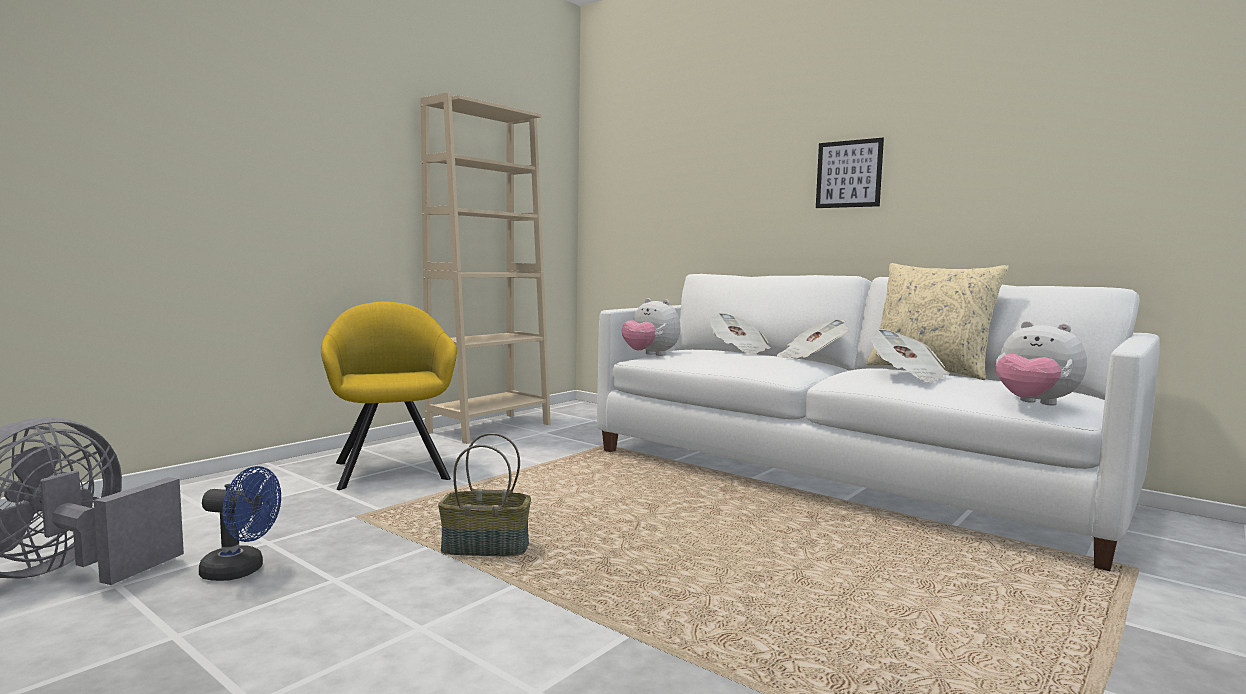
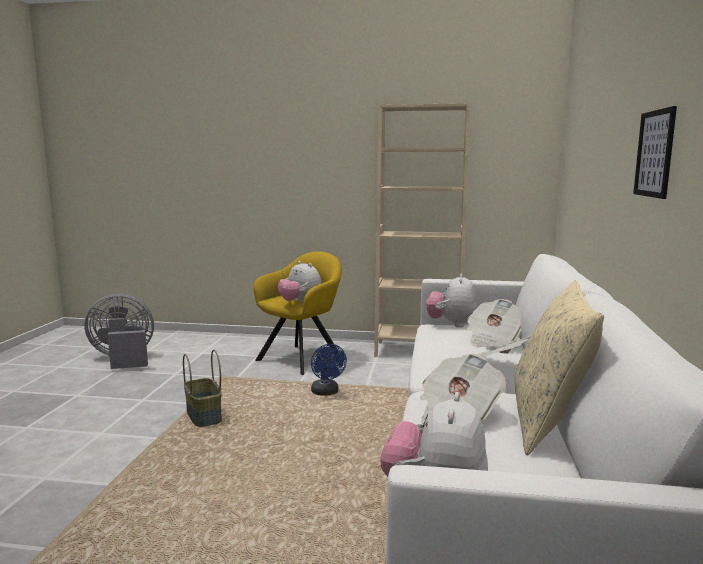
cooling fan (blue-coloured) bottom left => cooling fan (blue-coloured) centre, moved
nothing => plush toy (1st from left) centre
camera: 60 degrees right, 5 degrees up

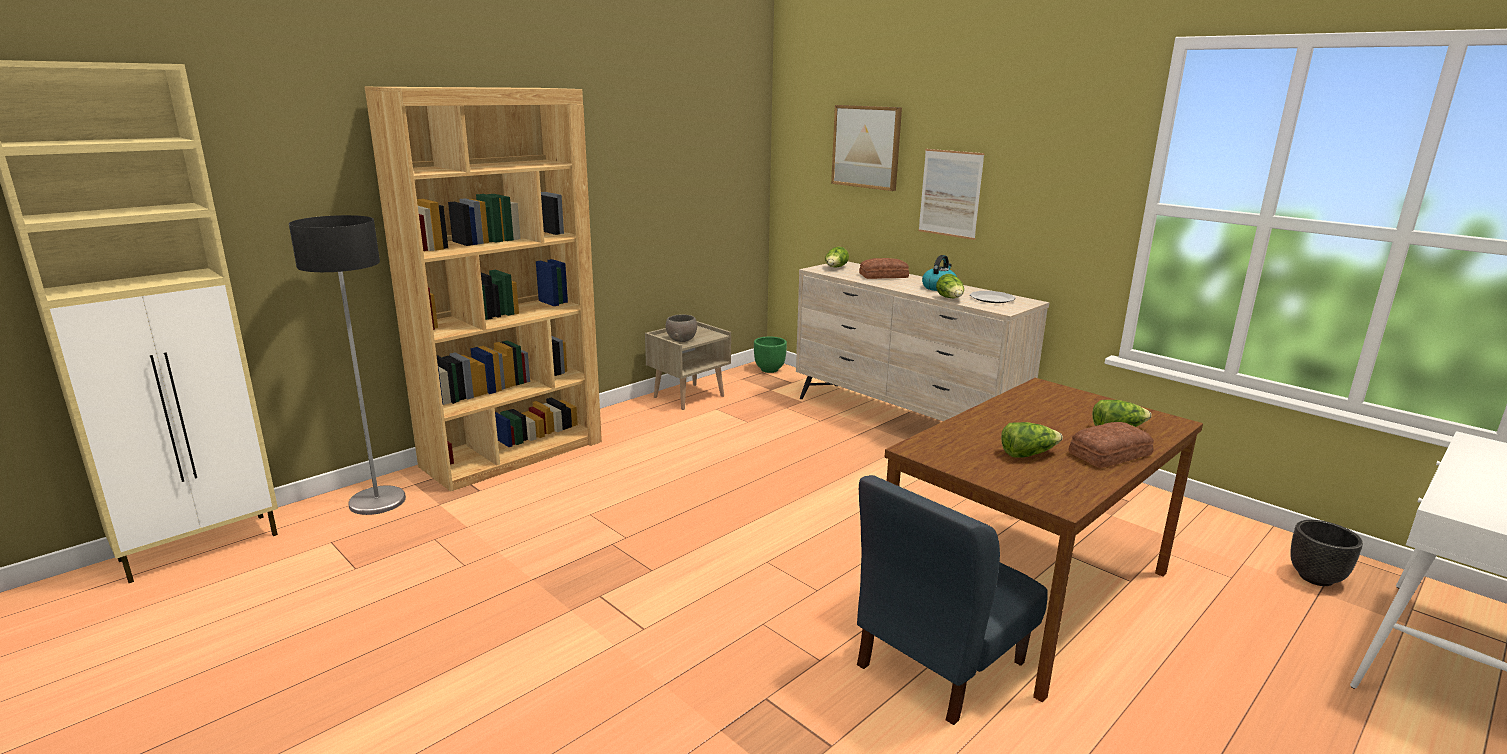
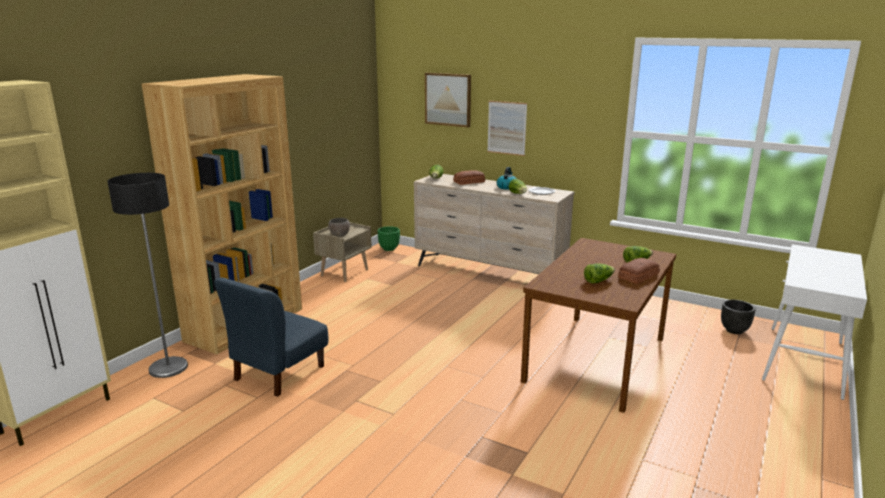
plain chair (blue-coloured) bottom centre => plain chair (blue-coloured) bottom left, moved
camera: 15 degrees left, 0 degrees up

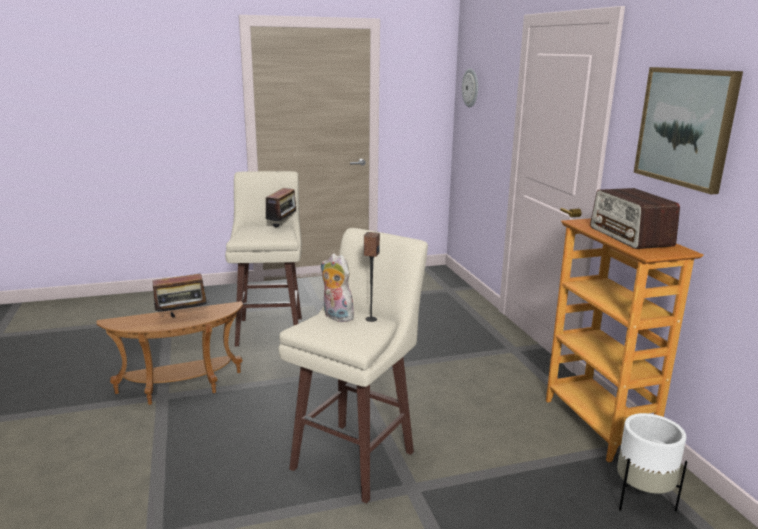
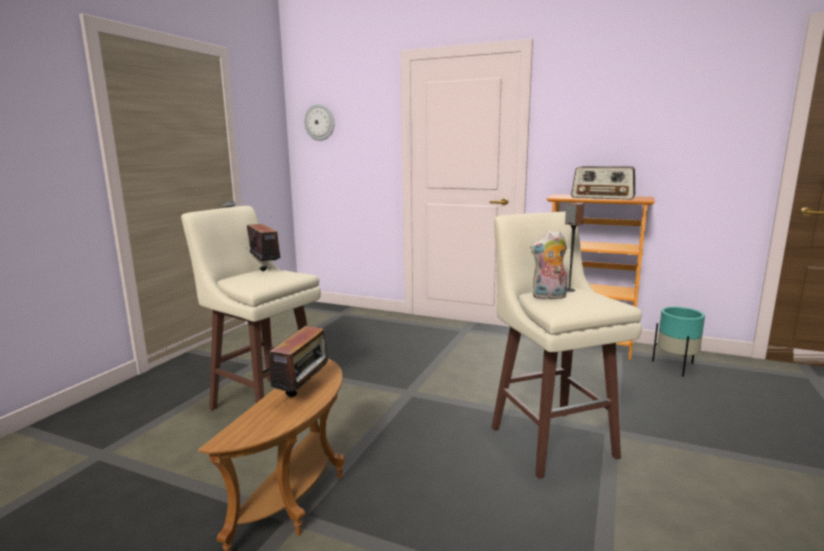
wall art top right => nothing
plant pot (white) bottom right => plant pot (turquoise) middle right
camera: 50 degrees left, 5 degrees down

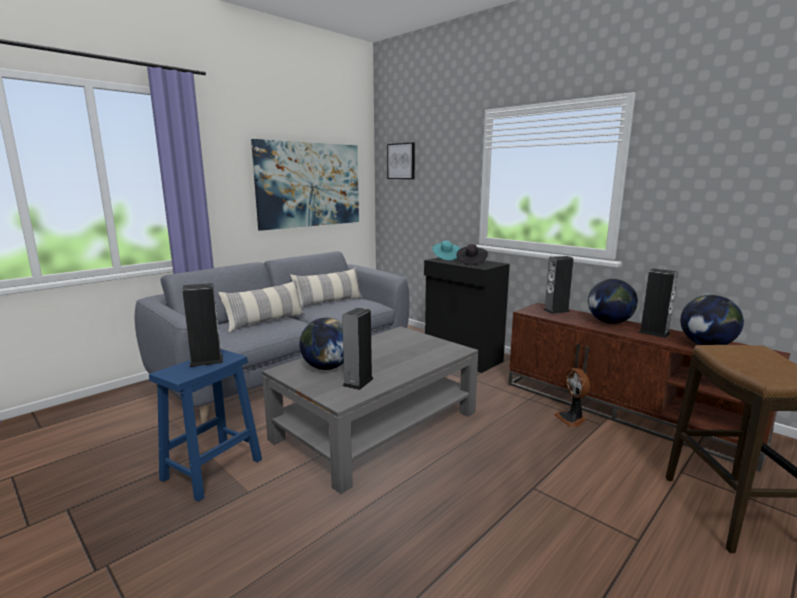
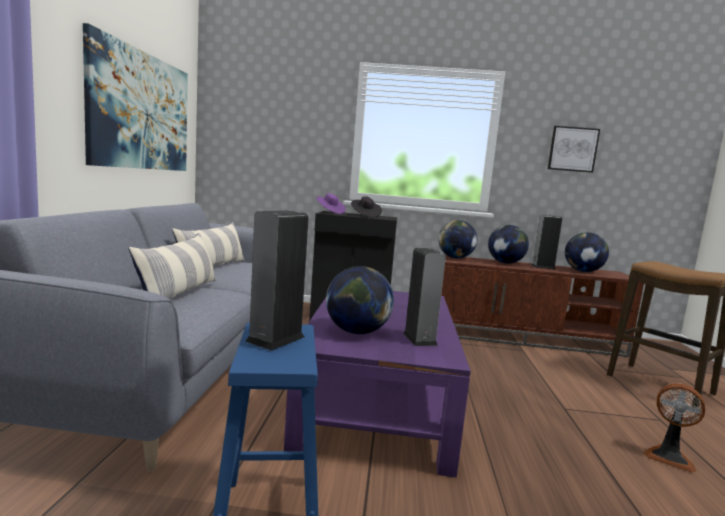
wall art (2nd from left) top centre => wall art (2nd from left) top right, moved
wearable hat (turquoise) centre => wearable hat (purple-coloured) centre
loudspeaker (3rd from left) middle right => globe (2nd from left) centre
low table (gray) bottom centre => low table (purple-coloured) bottom centre
cooling fan middle right => cooling fan bottom right, moved
camera: 40 degrees left, 5 degrees down

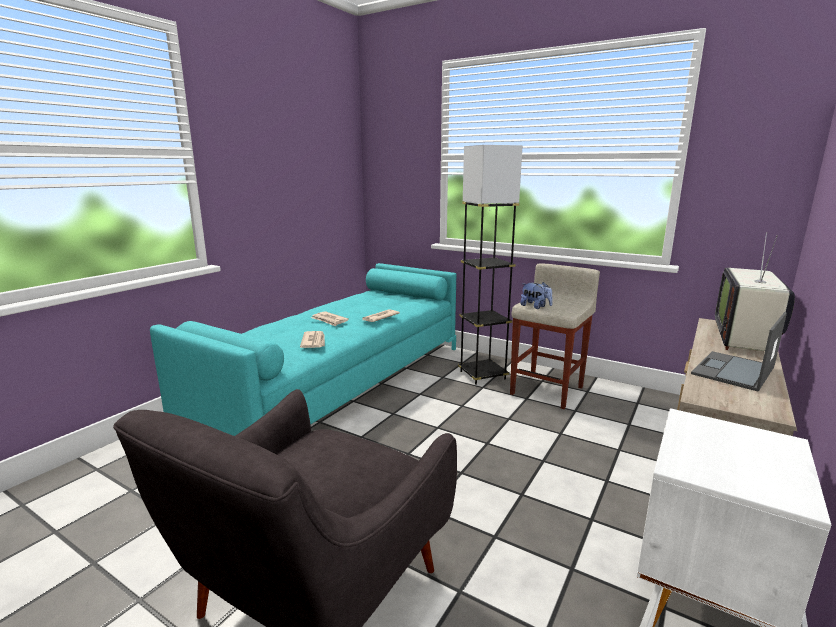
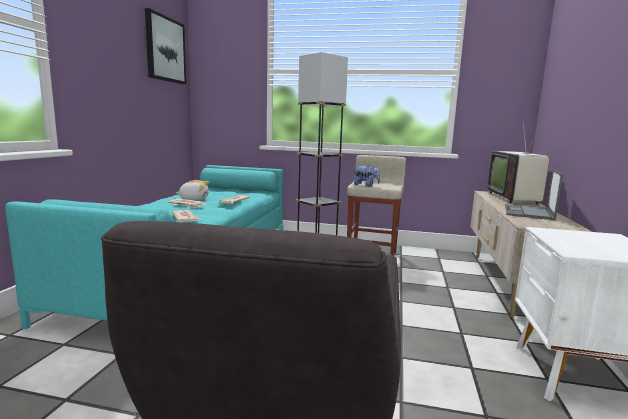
nothing => wall art top left
nothing => plush toy (1st from left) middle left
camera: 20 degrees left, 5 degrees down

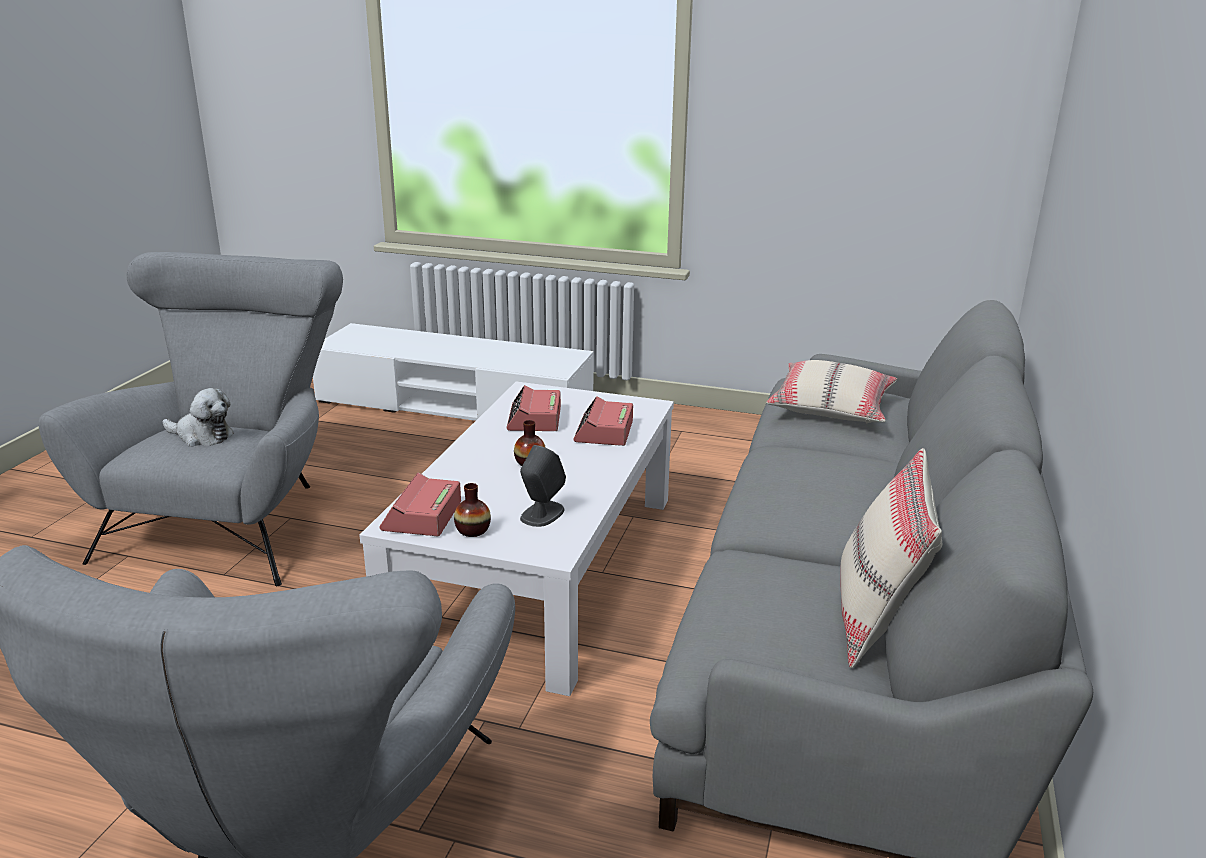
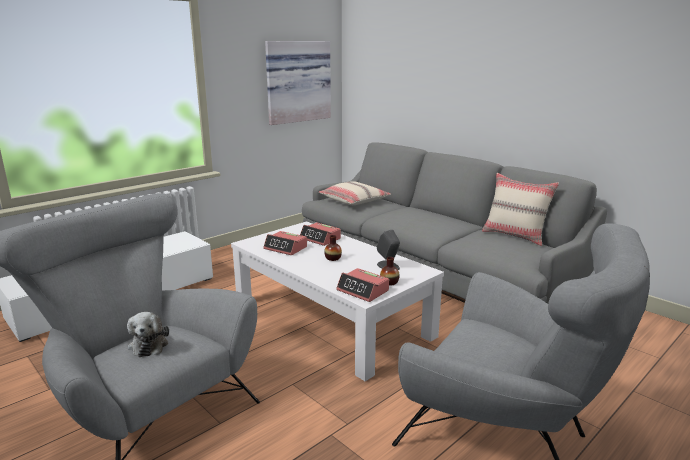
plush toy middle left => plush toy bottom left, 120 degrees clockwise
nothing => wall art top centre
camera: 60 degrees left, 5 degrees down

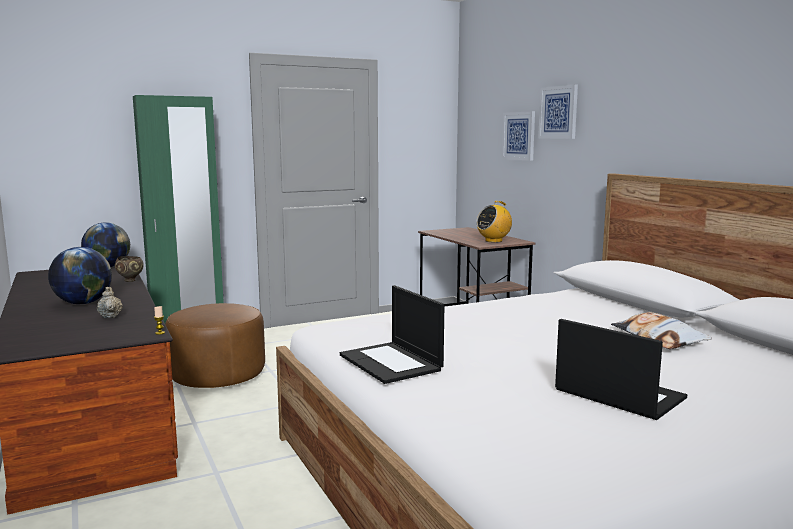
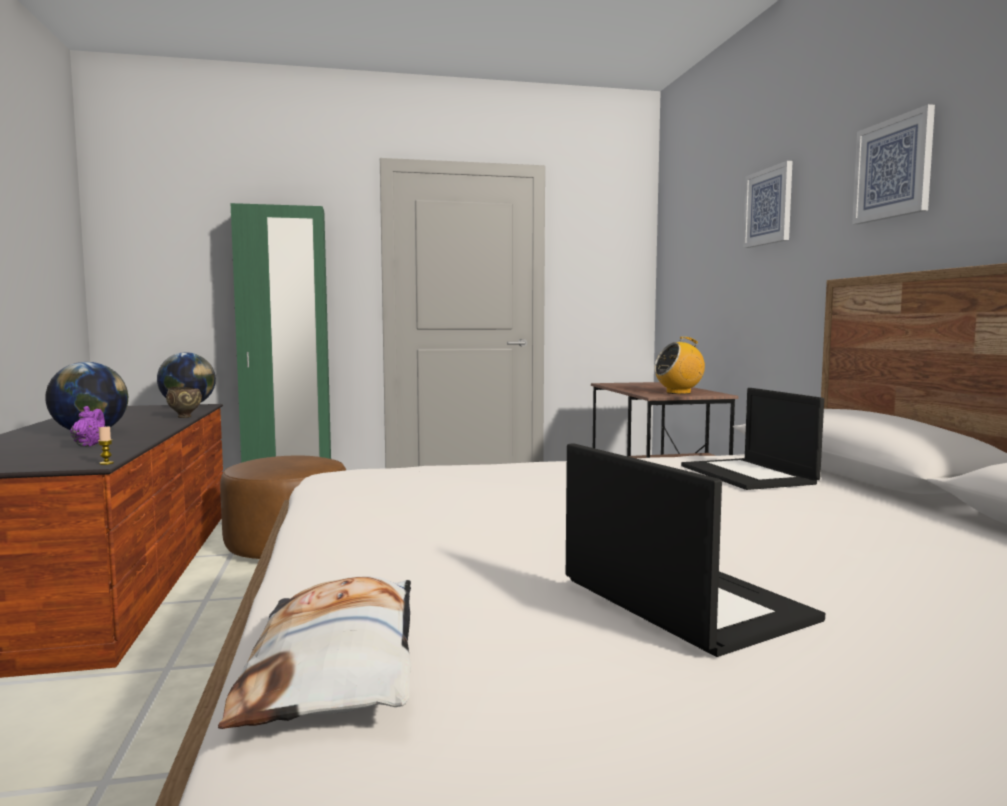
wall art (1st from left in the first image) top centre => wall art (2nd from left) top right, moved
laptop (1st from left in the first image) centre => laptop (2nd from left) middle right, moved
tea pot (sand-coloured) middle left => tea pot (purple-coloured) middle left
cushion middle right => cushion bottom left, moved
camera: 15 degrees right, 5 degrees down

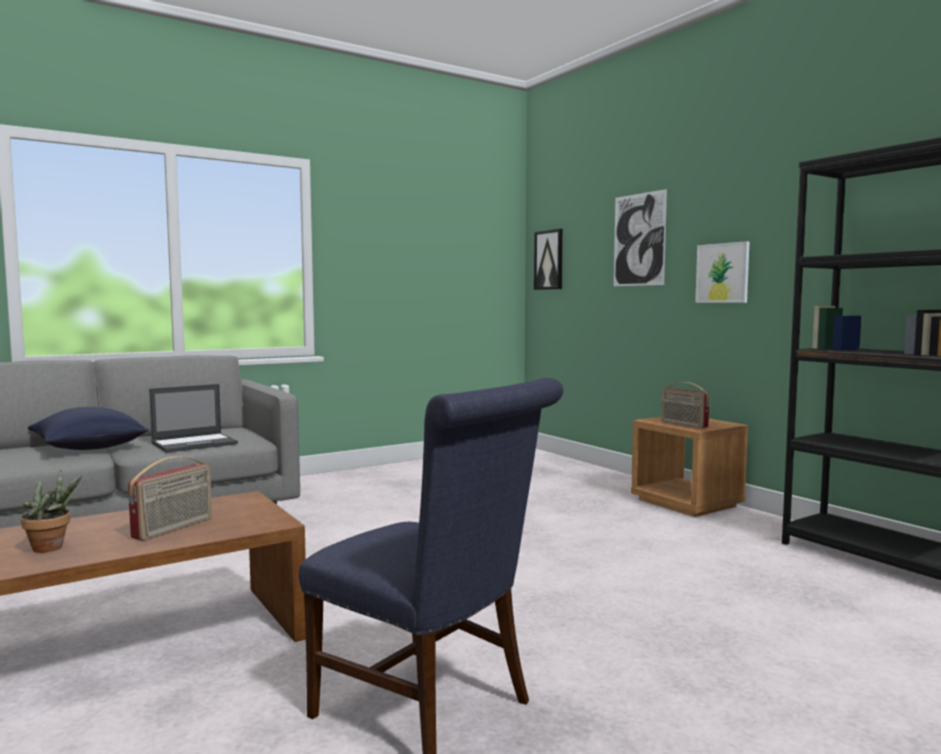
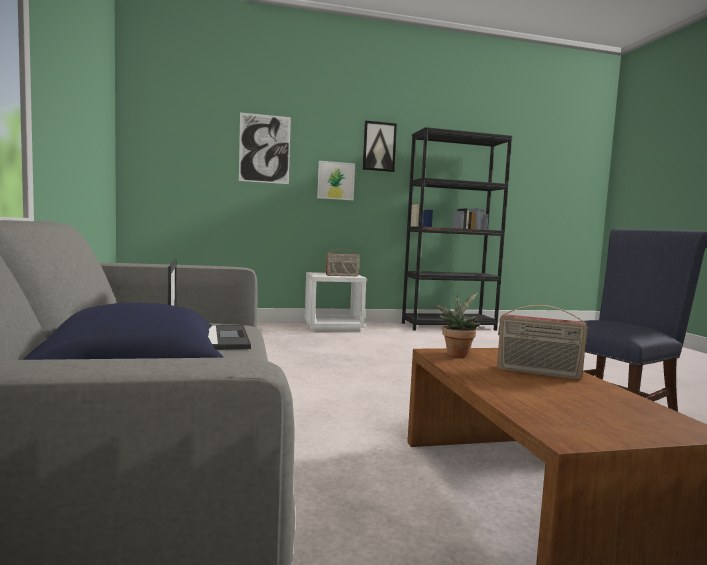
wall art (1st from left in the first image) centre => wall art (3rd from left) top centre, moved
nightstand (brownish) middle right => nightstand (white) centre
radio receiver (1st from left in the first image) middle left => radio receiver (2nd from left) middle right, 150 degrees clockwise
houseplant bottom left => houseplant centre, moved
camera: 70 degrees left, 0 degrees up

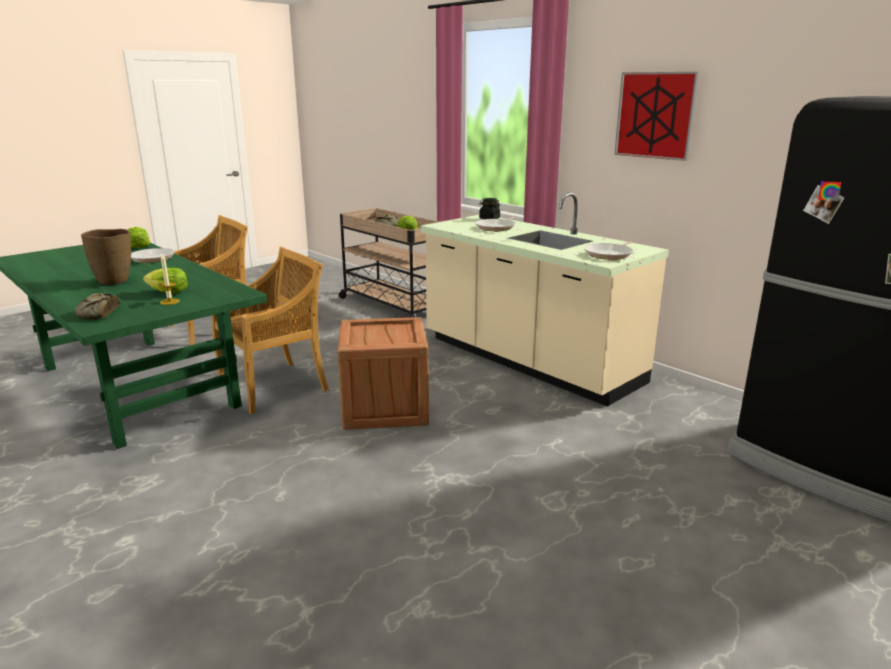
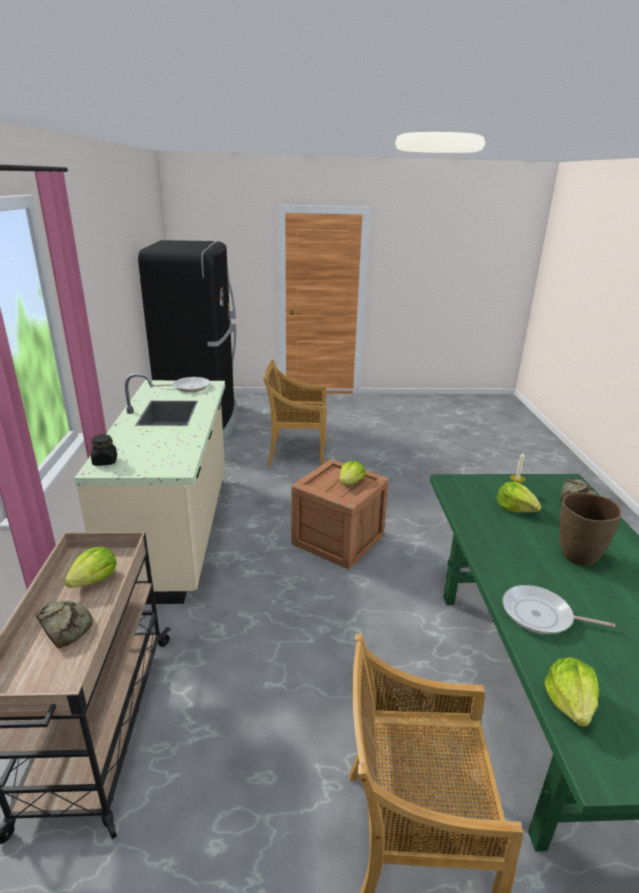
wall art top right => nothing
skillet (2nd from left) centre => nothing
plain chair (sand-coloured) (2nd from left in the first image) middle left => plain chair (sand-coloured) (1st from left) centre, moved
nothing => head of lettuce (2nd from left) centre
camera: 140 degrees left, 5 degrees up

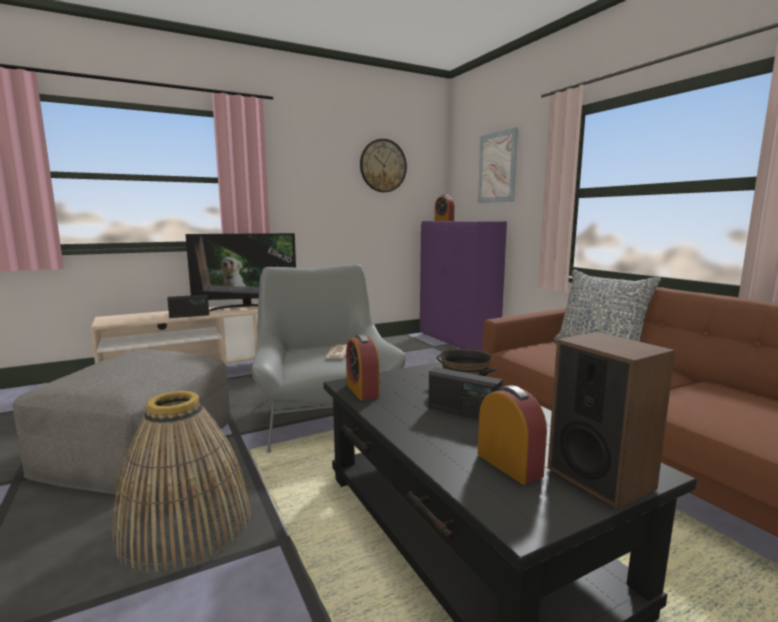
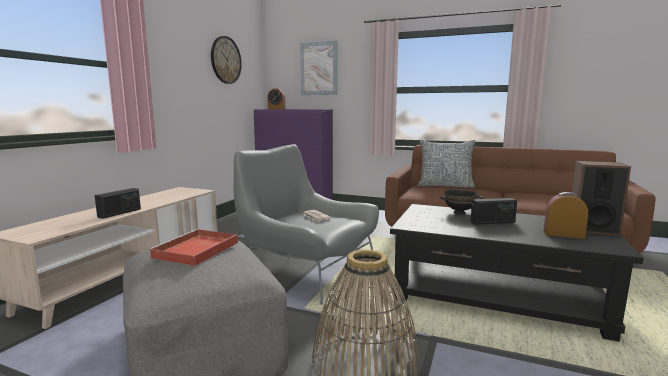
TV set middle left => nothing
table clock (1st from left) centre => nothing
nothing => carrying tray (red-coloured) middle left
camera: 40 degrees left, 0 degrees up

